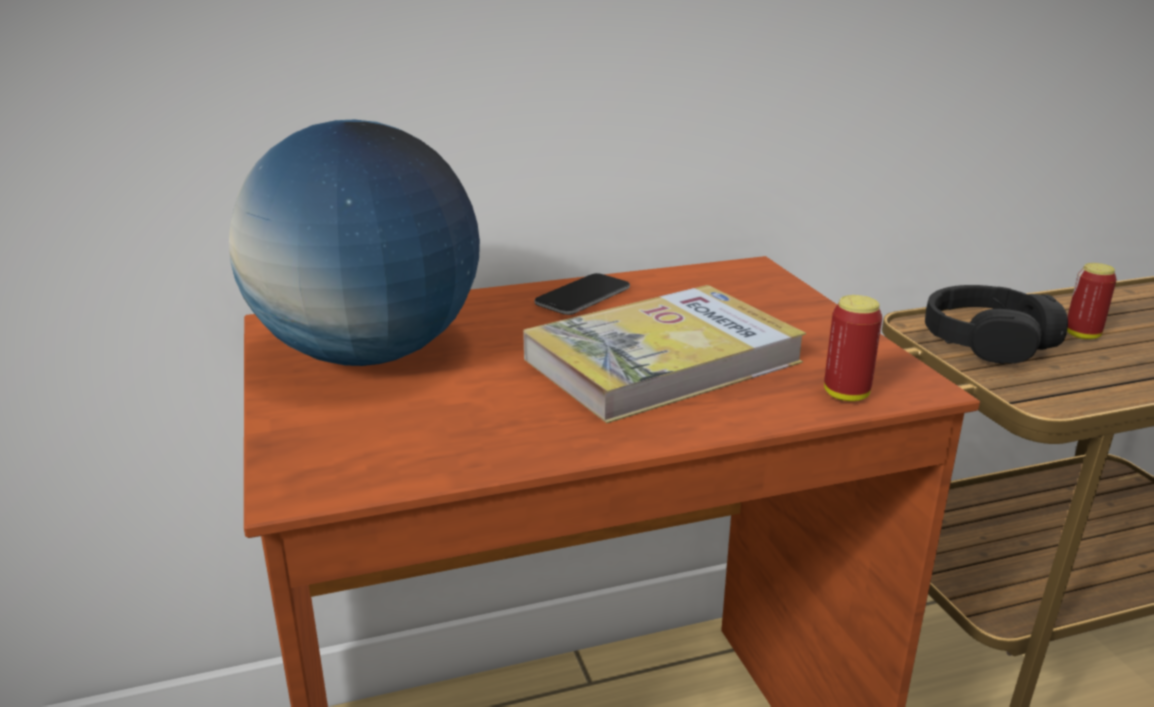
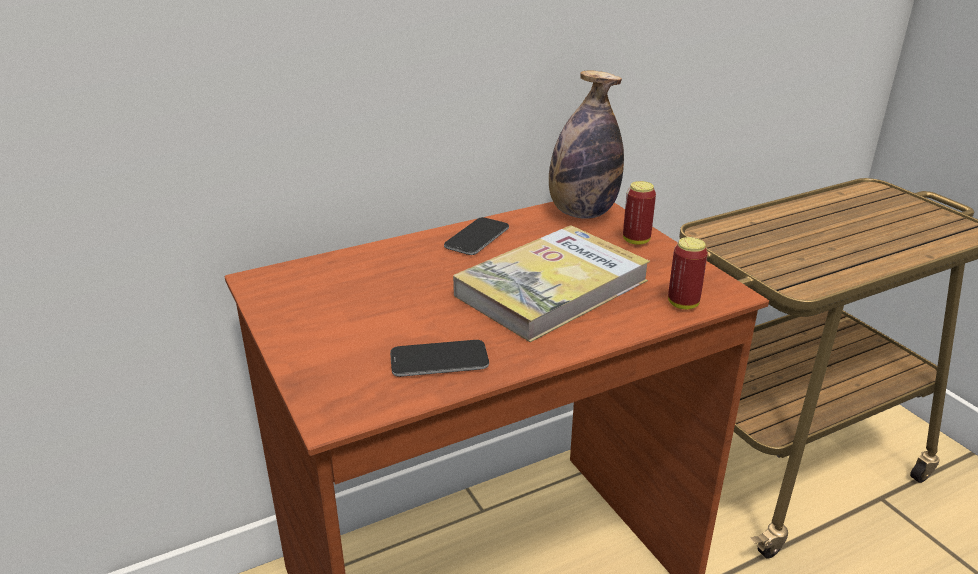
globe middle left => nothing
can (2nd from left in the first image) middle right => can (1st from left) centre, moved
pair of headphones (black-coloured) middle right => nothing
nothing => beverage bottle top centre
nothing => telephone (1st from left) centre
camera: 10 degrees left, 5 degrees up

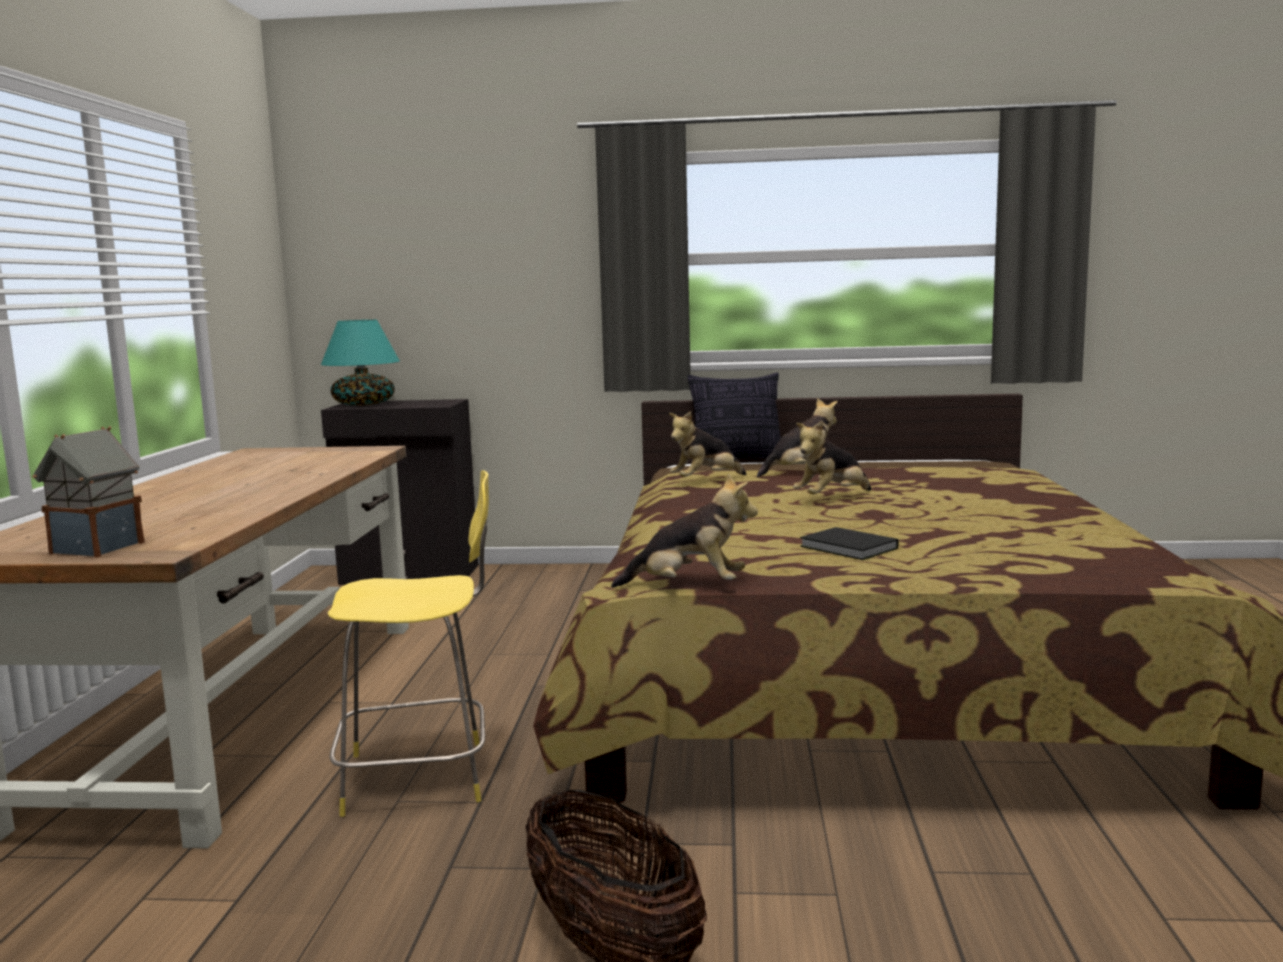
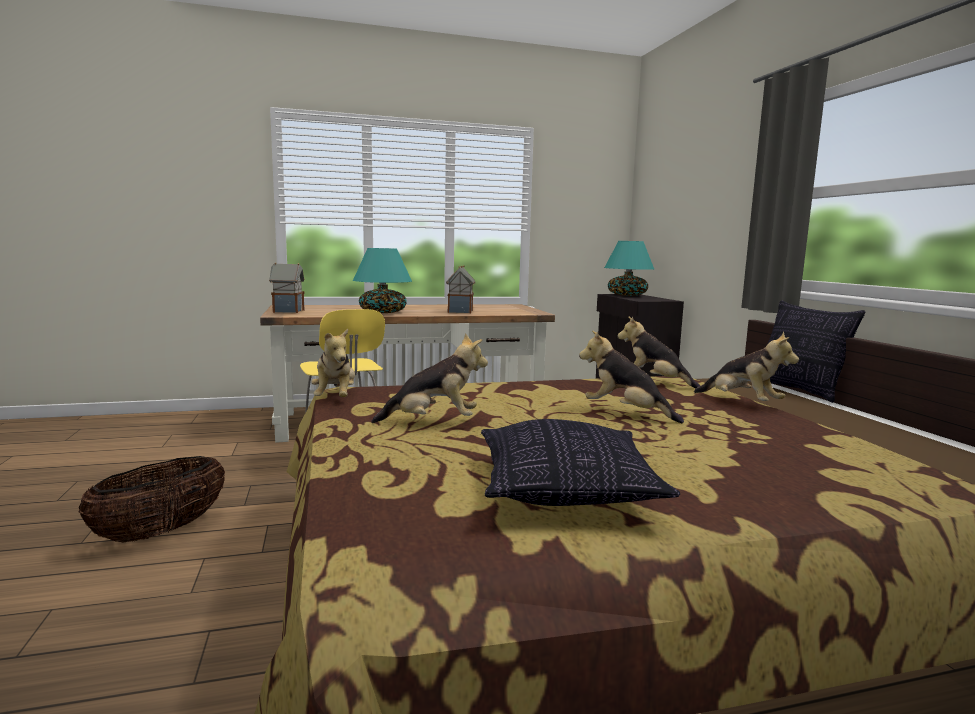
volume (black-coloured) centre => plush toy (2nd from left) centre
nothing => table lamp (turquoise) (1st from left) centre
nothing => model house (2nd from left) centre
nothing => cushion (1st from left) centre
camera: 70 degrees right, 0 degrees up

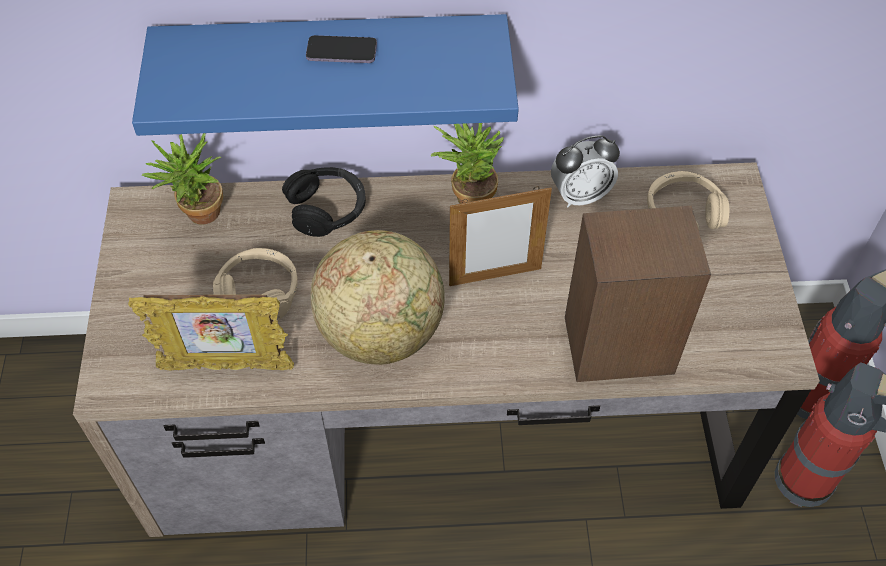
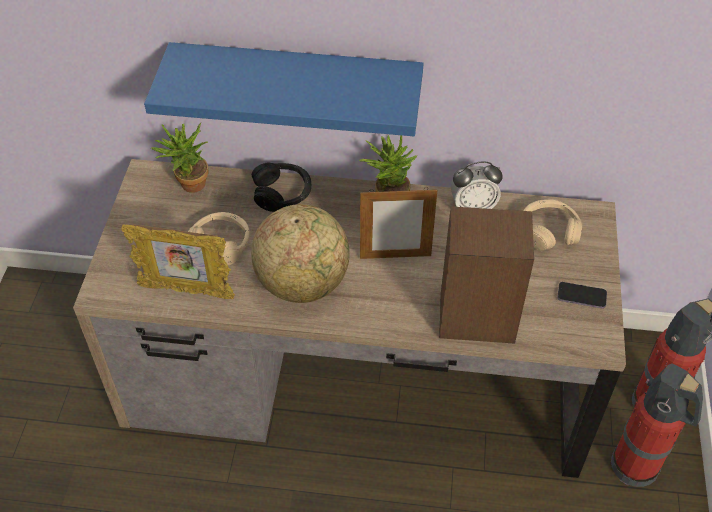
telephone top centre => telephone middle right, moved
camera: 10 degrees right, 5 degrees down

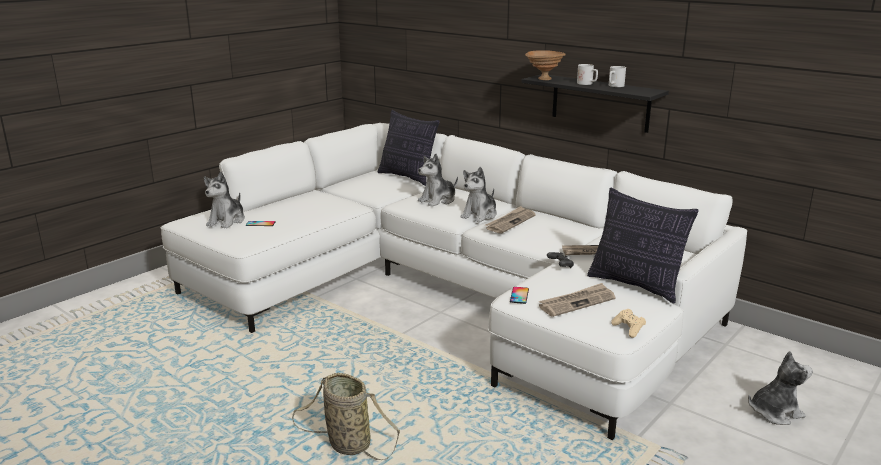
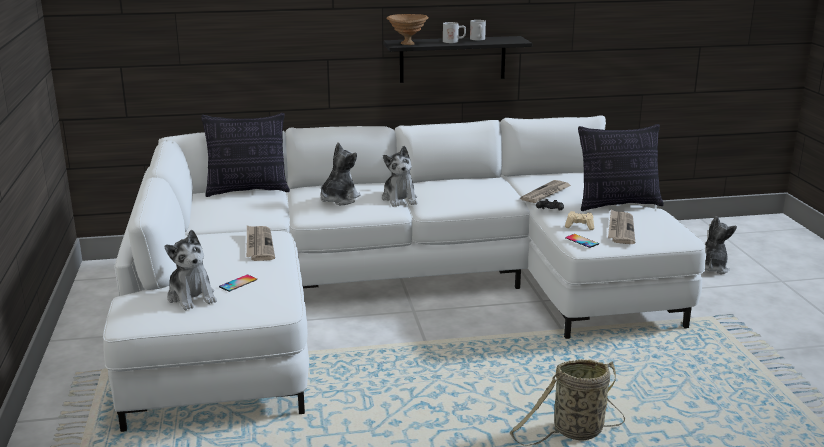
plush toy (2nd from left) centre, 150 degrees counterclockwise
daily paper (1st from left) centre => daily paper (1st from left) middle left, moved
joypad (sand-coloured) bottom right => joypad (sand-coloured) middle right, moved
camera: 50 degrees left, 0 degrees up

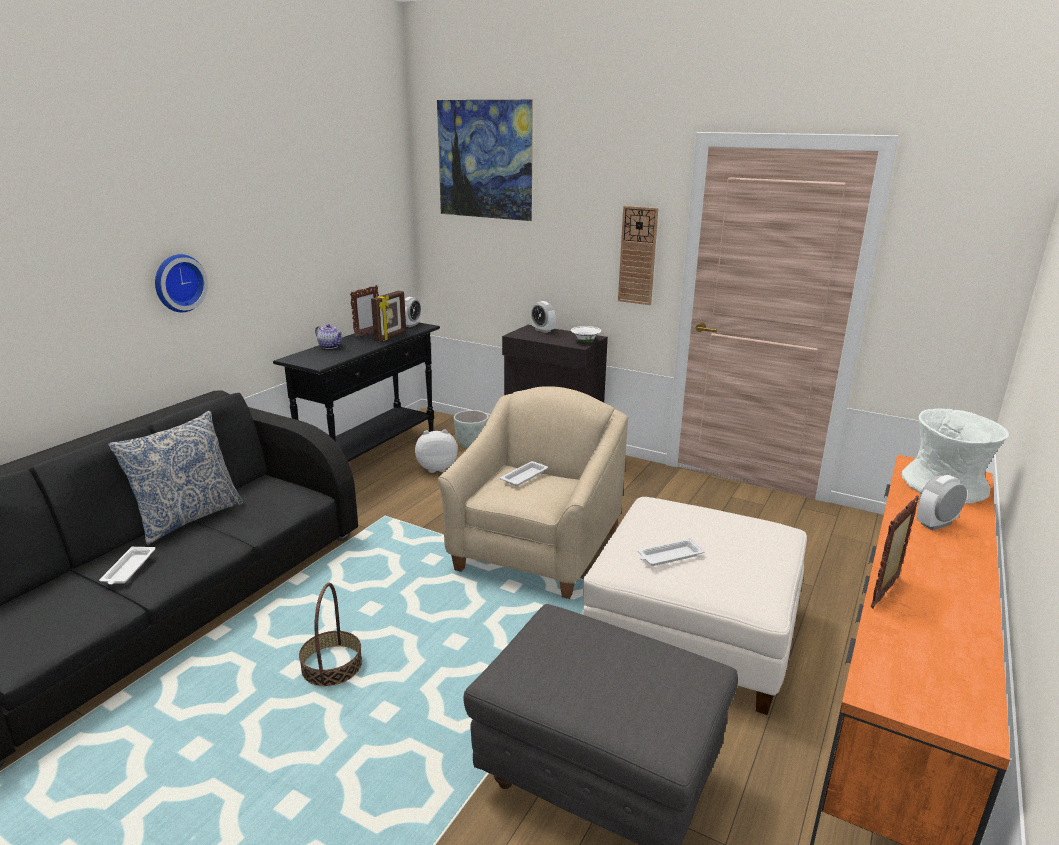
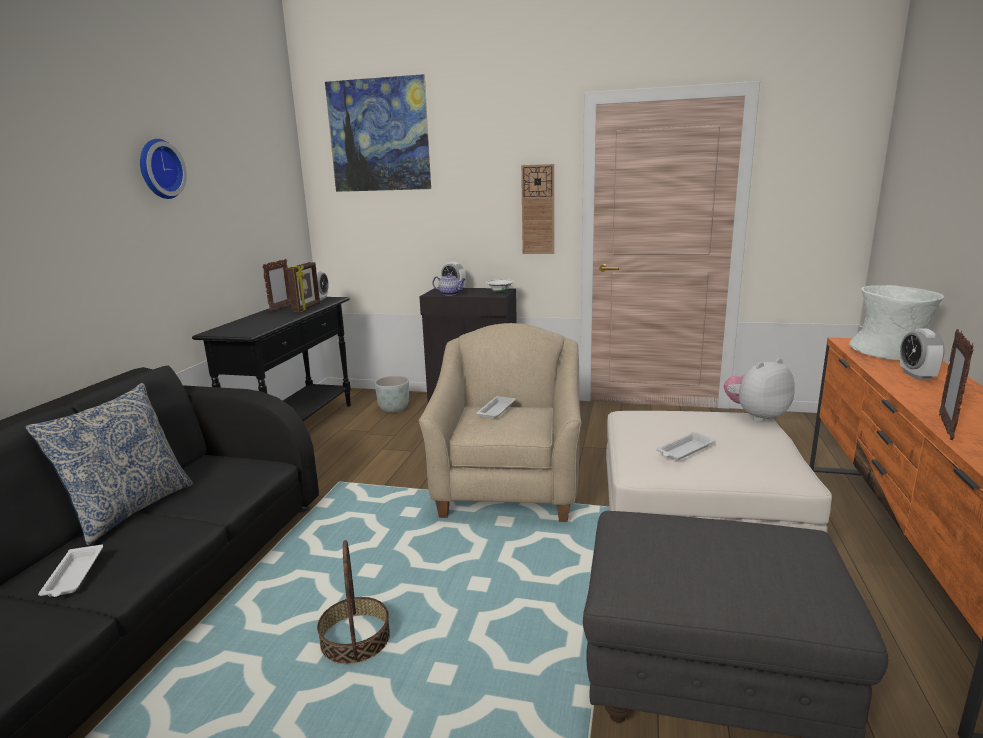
wall clock (1st from left) middle left => wall clock (1st from left) top left, moved
tea pot middle left => tea pot centre, moved
plush toy centre => plush toy middle right, moved
table clock (3rd from left) middle right, 45 degrees counterclockwise
camera: 15 degrees left, 5 degrees down

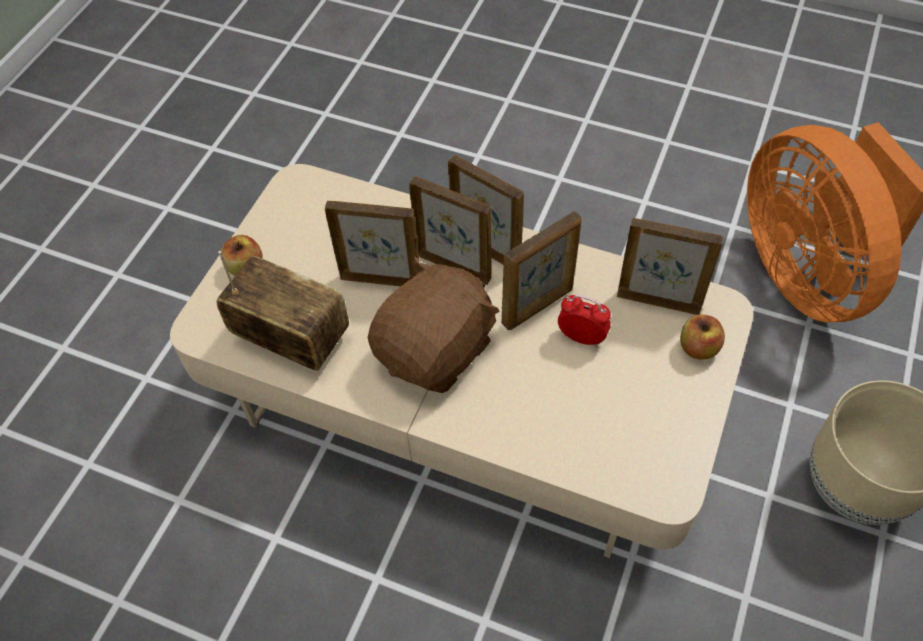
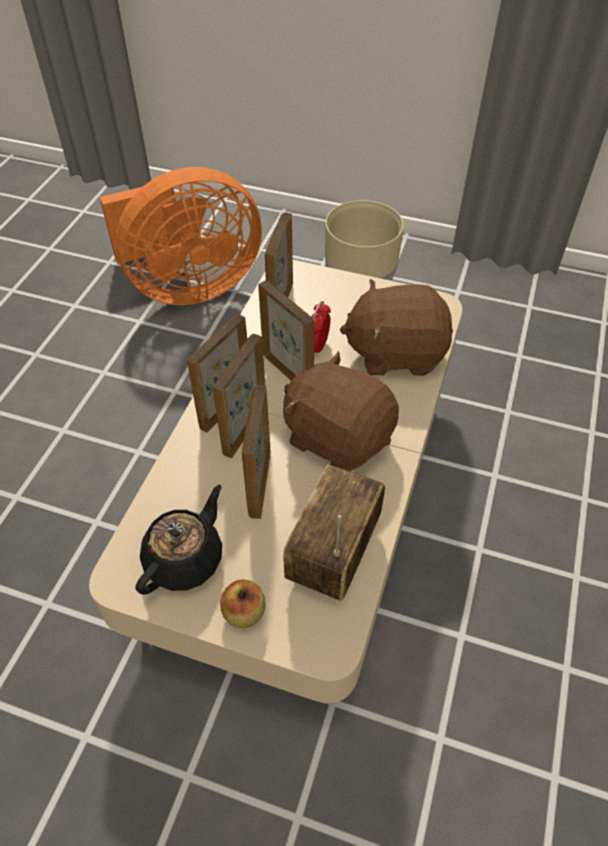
whole apple (2nd from left) middle right => nothing
nothing => plush toy (brownish) (2nd from left) centre
nothing => tea pot (black-coloured) middle left
camera: 95 degrees left, 5 degrees down

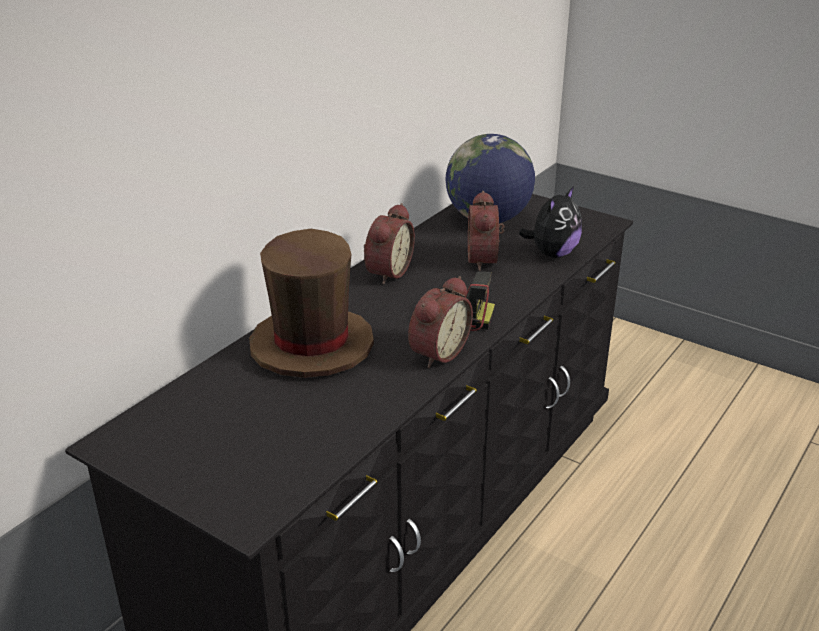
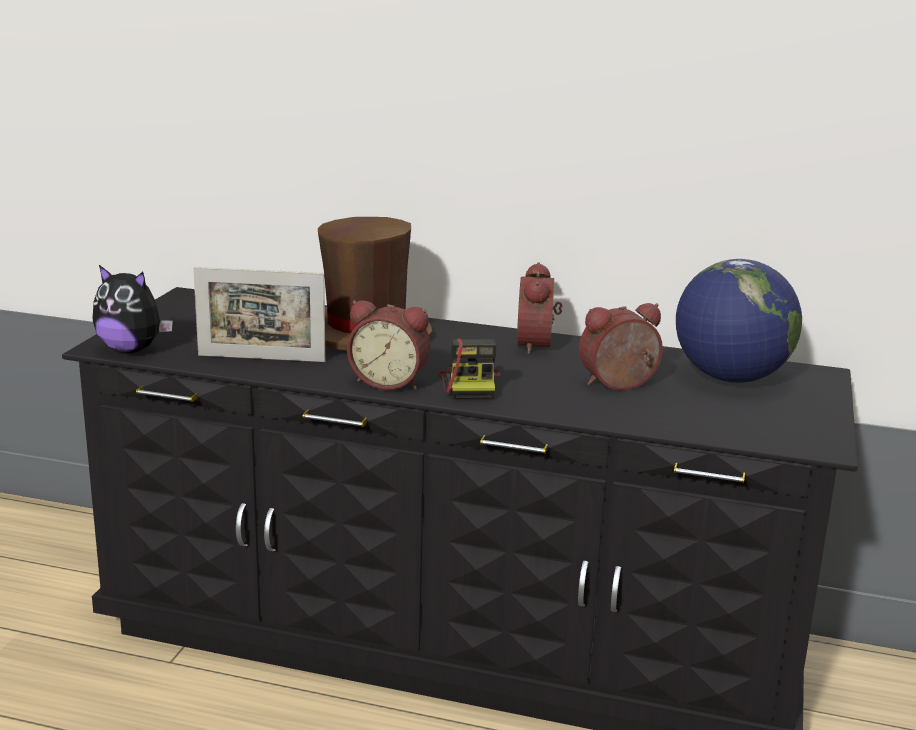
plush toy middle right => plush toy middle left, moved
table clock (1st from left in the first image) centre => table clock (2nd from left) centre, 90 degrees clockwise
nothing => standing frame middle left
camera: 70 degrees right, 10 degrees down

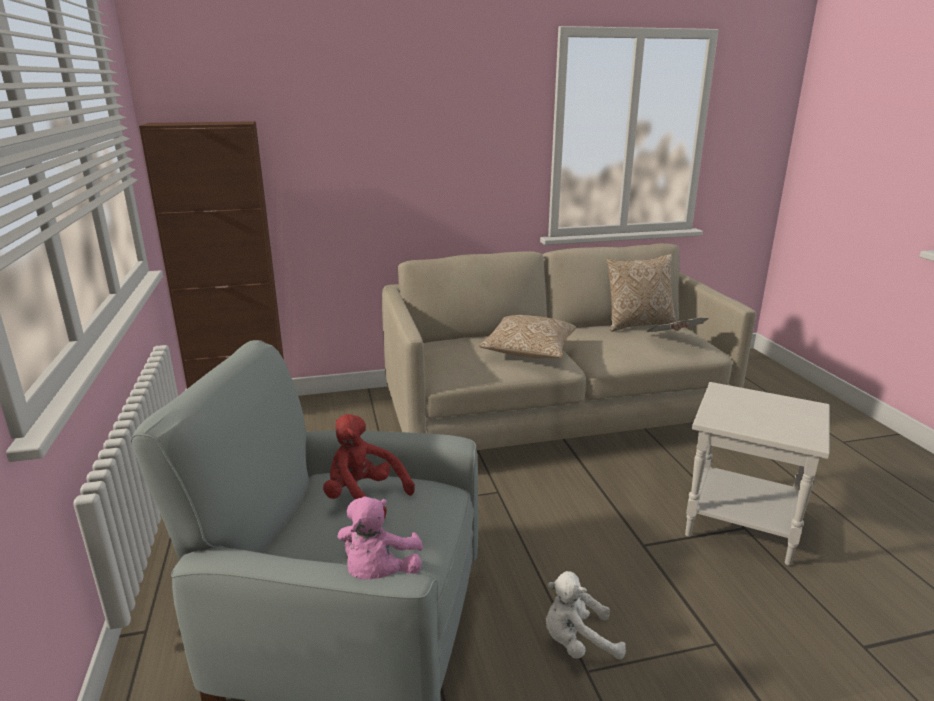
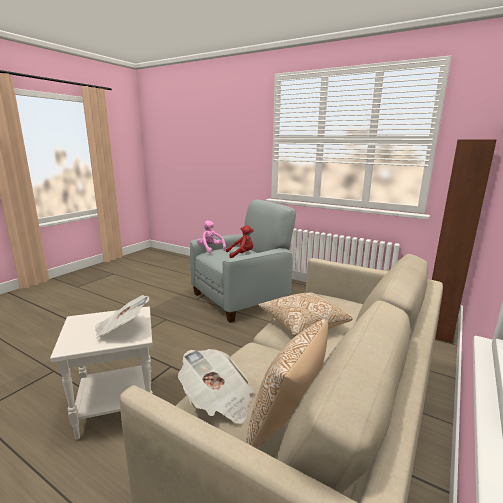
plush toy (white) bottom centre => nothing
nothing => daily paper (1st from left) middle left
camera: 135 degrees right, 5 degrees down

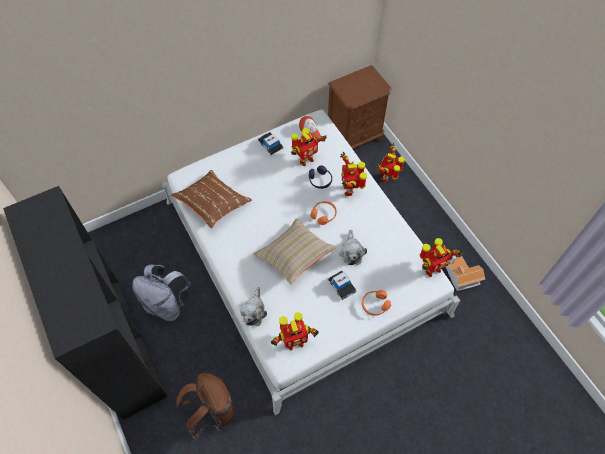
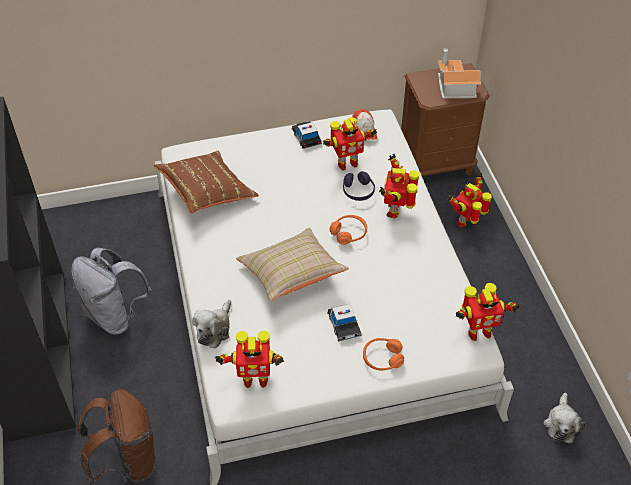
plush toy (2nd from left) centre => plush toy (2nd from left) bottom right, moved
model house middle right => model house top right, moved
camera: 15 degrees right, 10 degrees down

